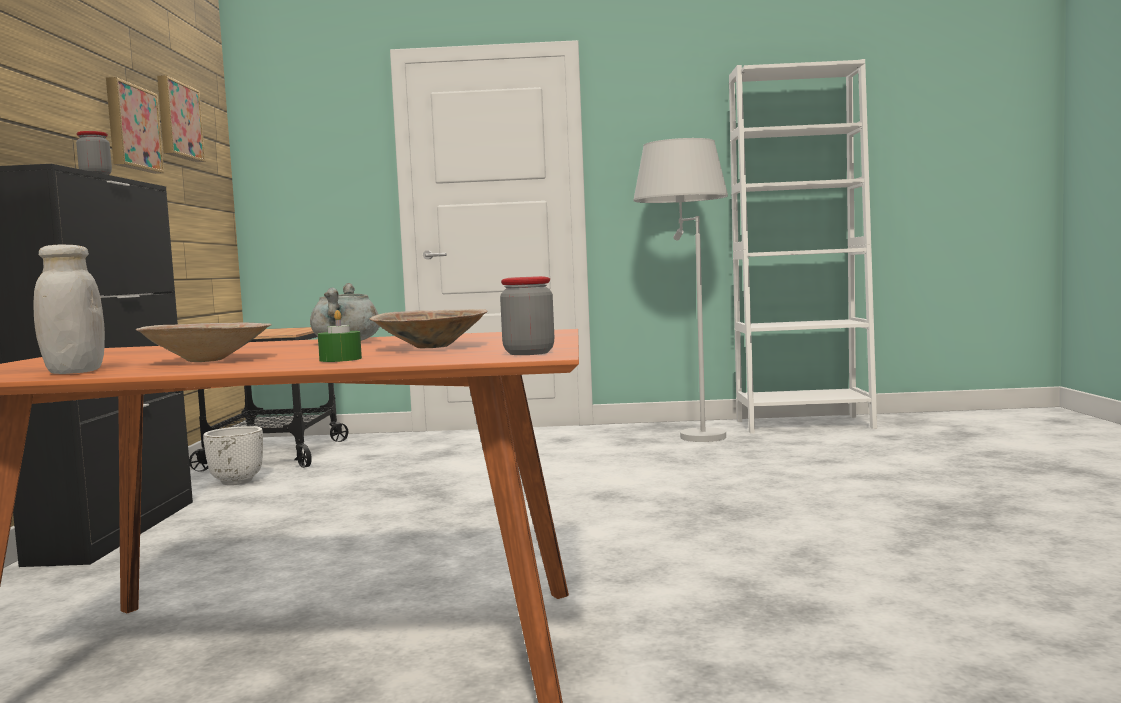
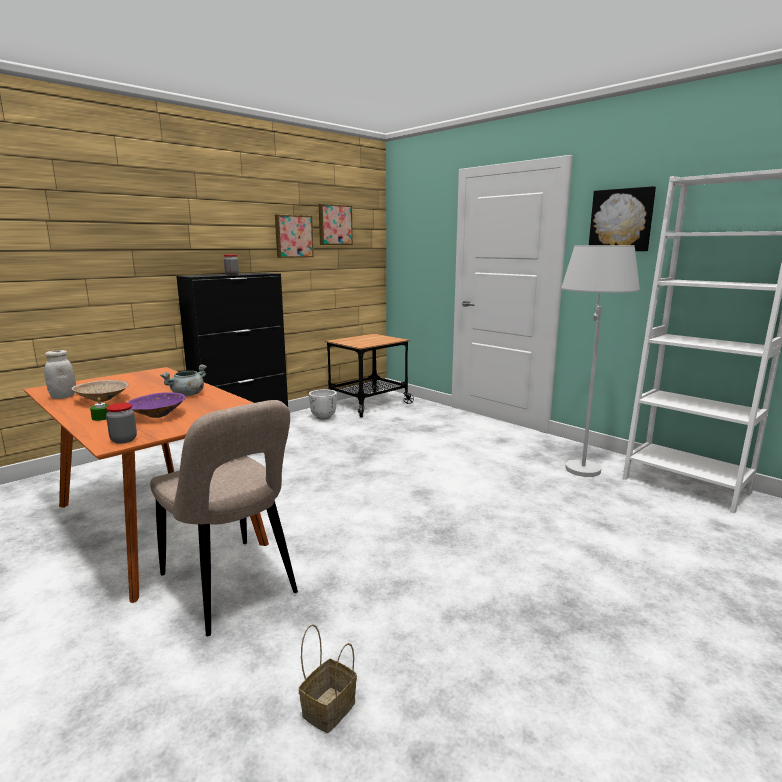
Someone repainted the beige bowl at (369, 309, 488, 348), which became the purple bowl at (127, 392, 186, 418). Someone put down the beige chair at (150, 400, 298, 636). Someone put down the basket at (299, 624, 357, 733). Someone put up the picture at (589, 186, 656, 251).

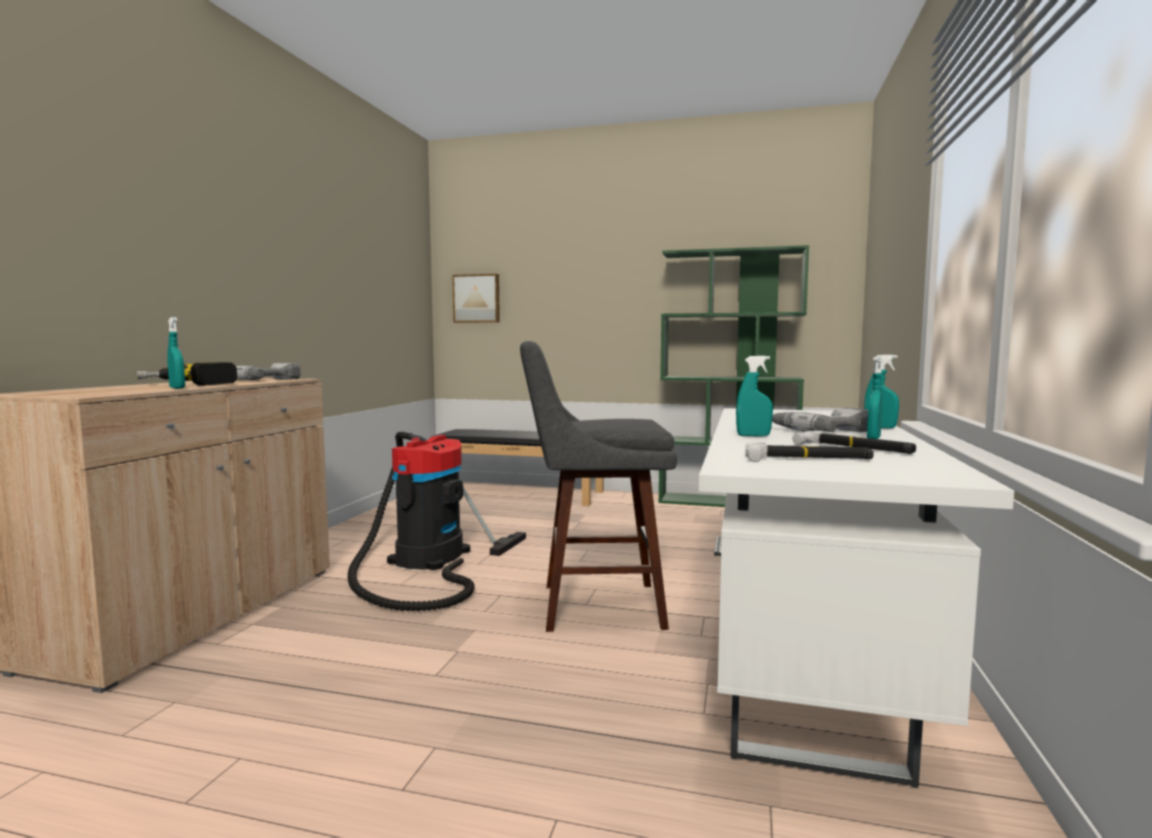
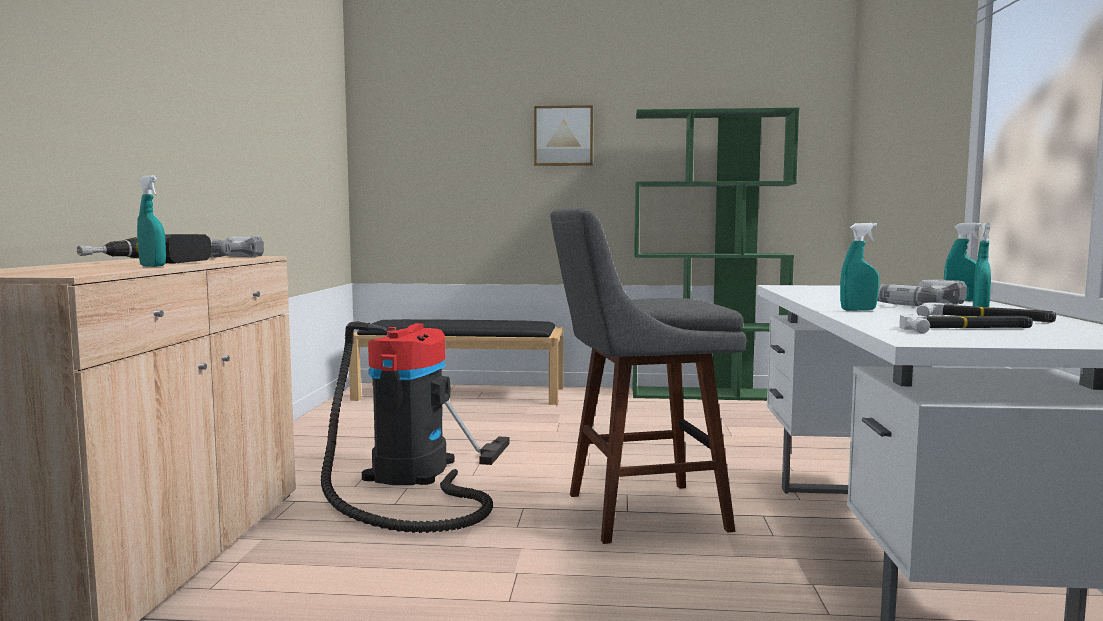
Someone carried the picture from (452, 274, 500, 323) to (534, 105, 593, 166).

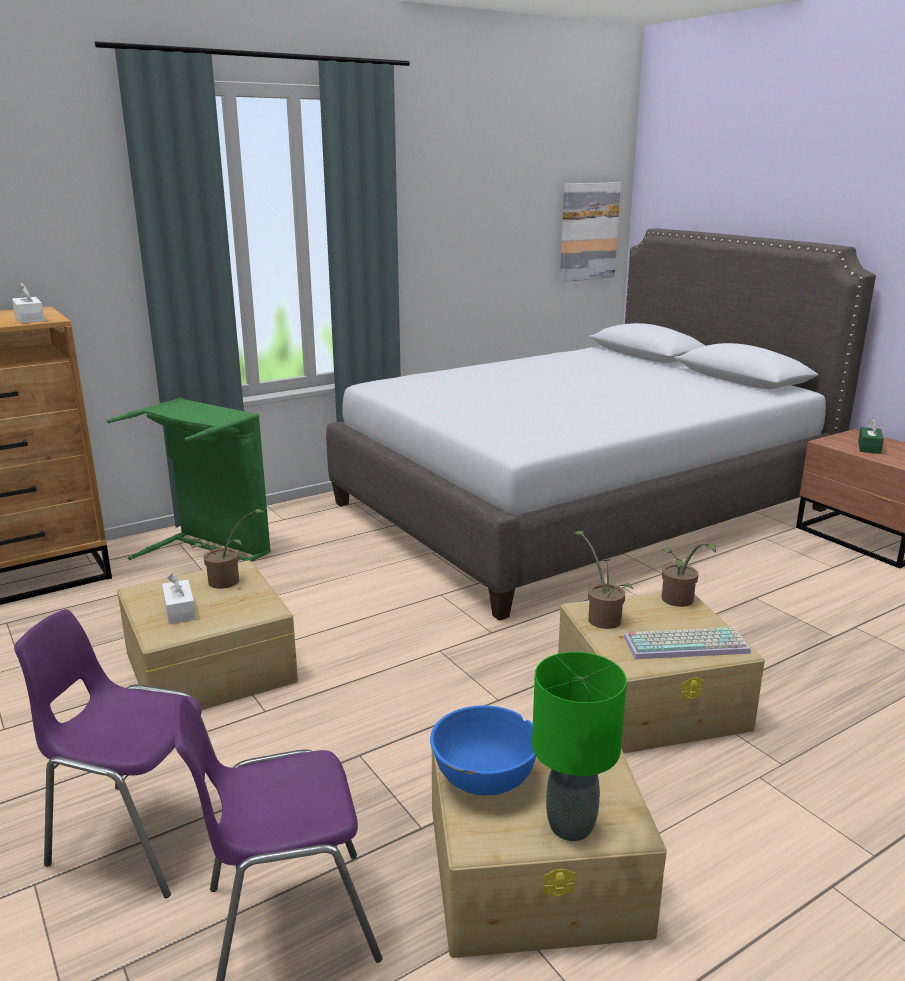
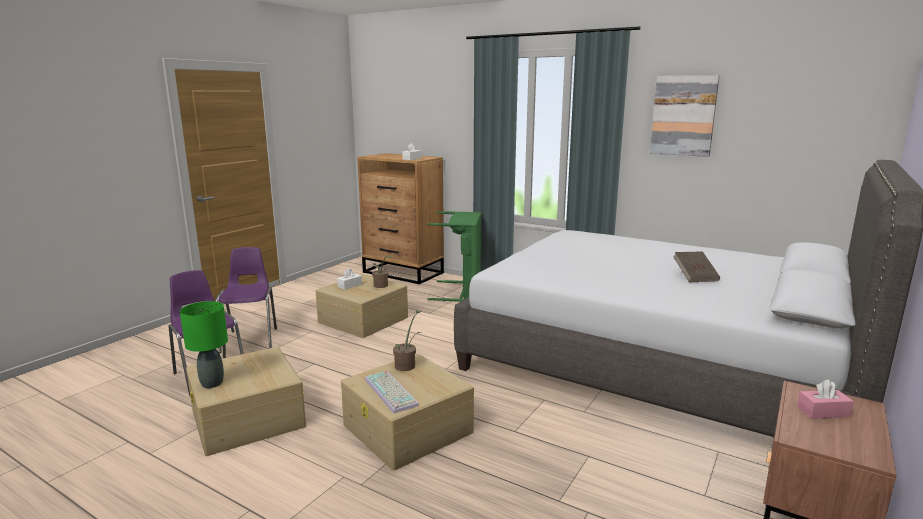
Someone took away the blue bowl at (430, 705, 536, 795). Someone carried the picture from (560, 182, 621, 282) to (650, 75, 720, 157). Someone took away the potted plant at (662, 544, 716, 607). Someone repainted the green tissue box at (858, 418, 884, 454), which became the pink tissue box at (797, 379, 854, 419). Someone put down the brown book at (673, 251, 720, 282).

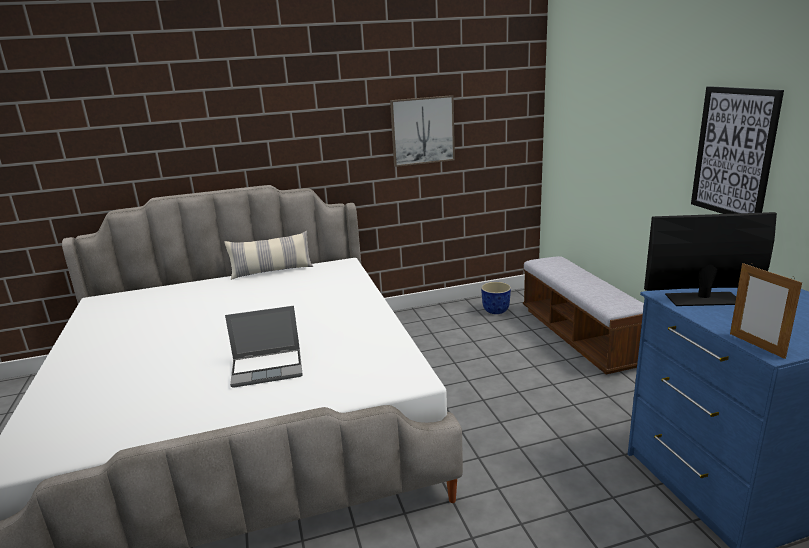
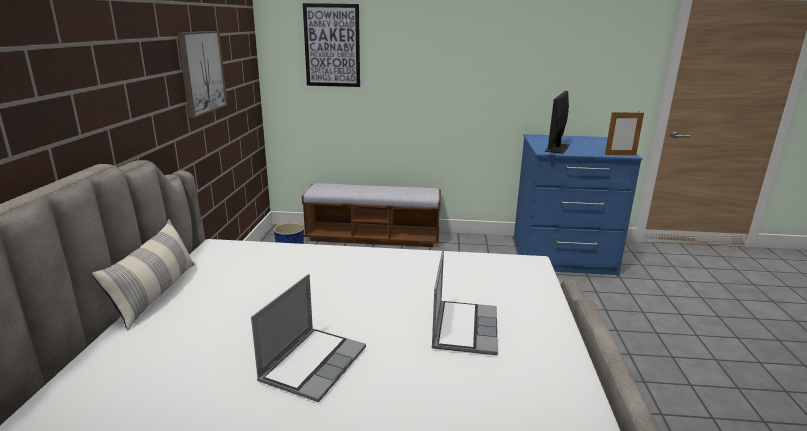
Someone carried the picture from (691, 86, 784, 214) to (303, 3, 360, 87). Someone put down the laptop at (251, 274, 366, 402).

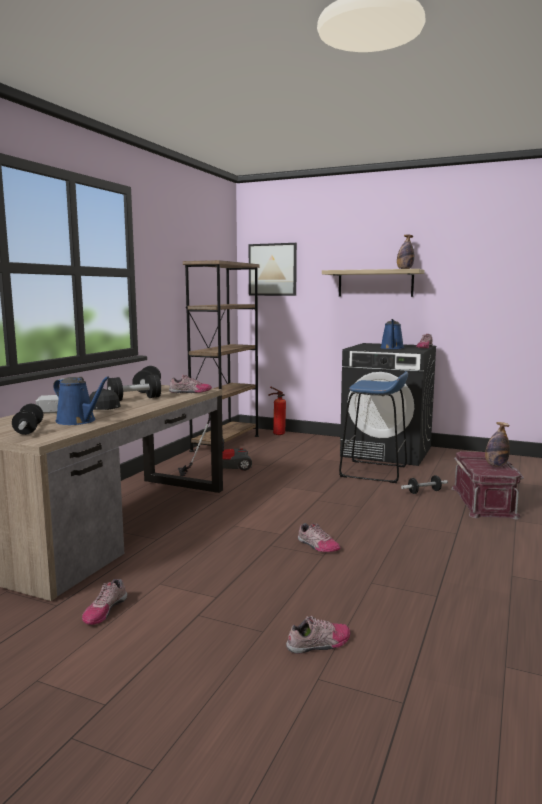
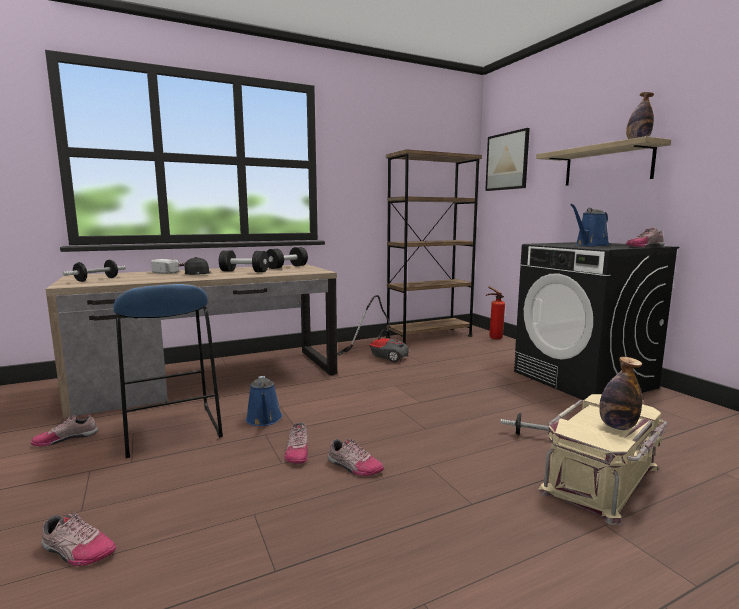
Someone carried the blue watering can from (53, 376, 109, 425) to (246, 376, 282, 426). Someone carried the shoe from (169, 375, 212, 393) to (328, 438, 384, 476). Someone carried the blue stool from (339, 371, 408, 483) to (113, 284, 223, 458). Someone repainted the red storage box at (451, 451, 524, 520), which became the beige storage box at (538, 394, 667, 525).

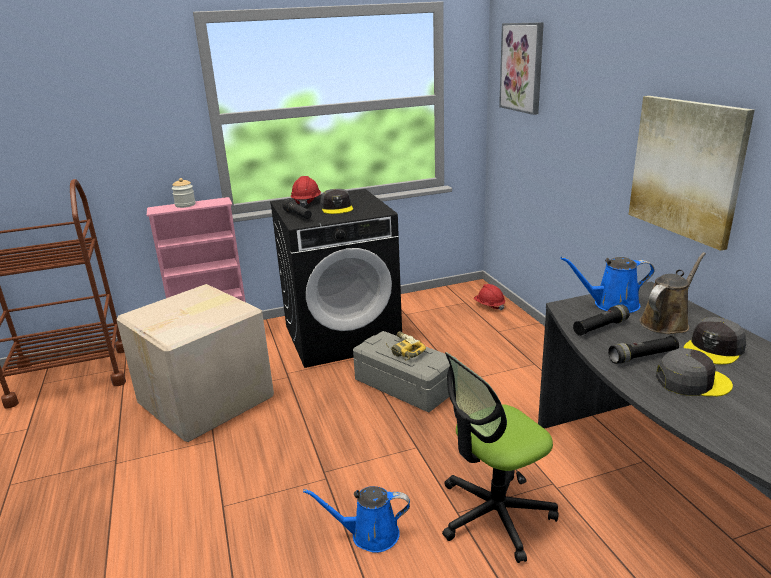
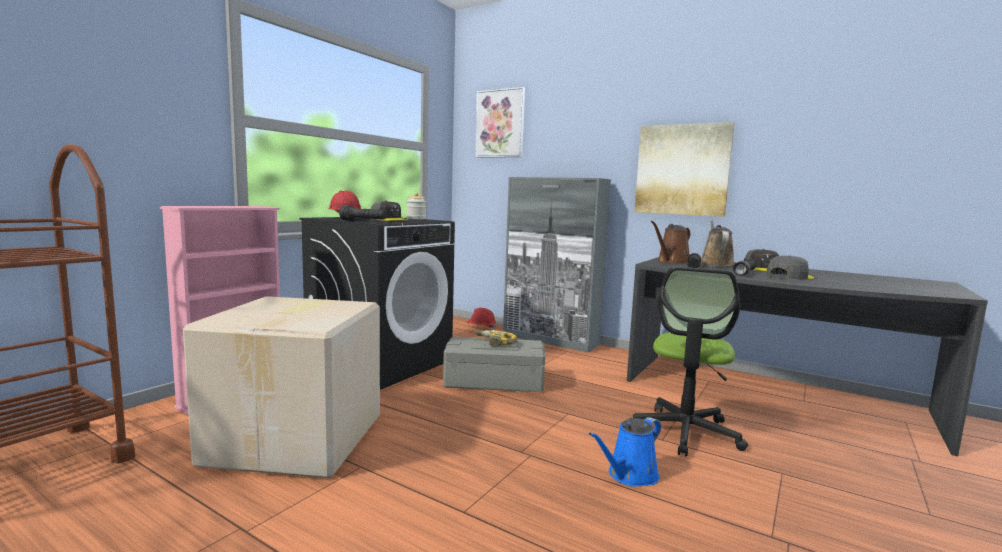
Someone carried the jar from (172, 178, 196, 208) to (407, 193, 426, 220). Someone repainted the blue watering can at (561, 257, 655, 313), which became the brown watering can at (651, 221, 690, 264). Someone put down the grey cabinet at (503, 177, 611, 353).

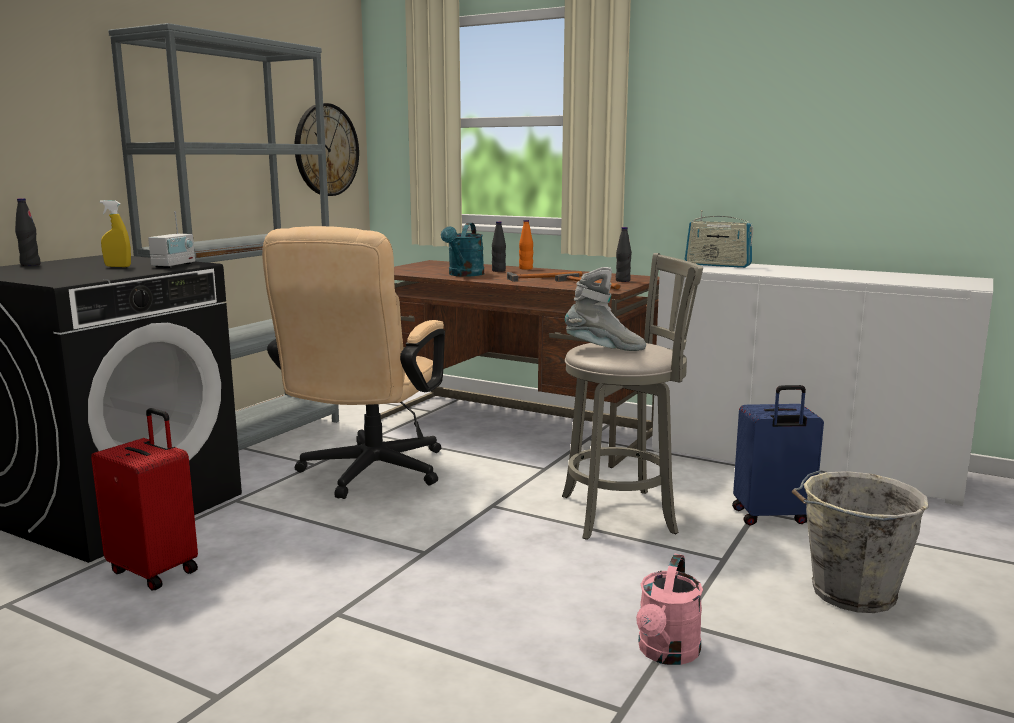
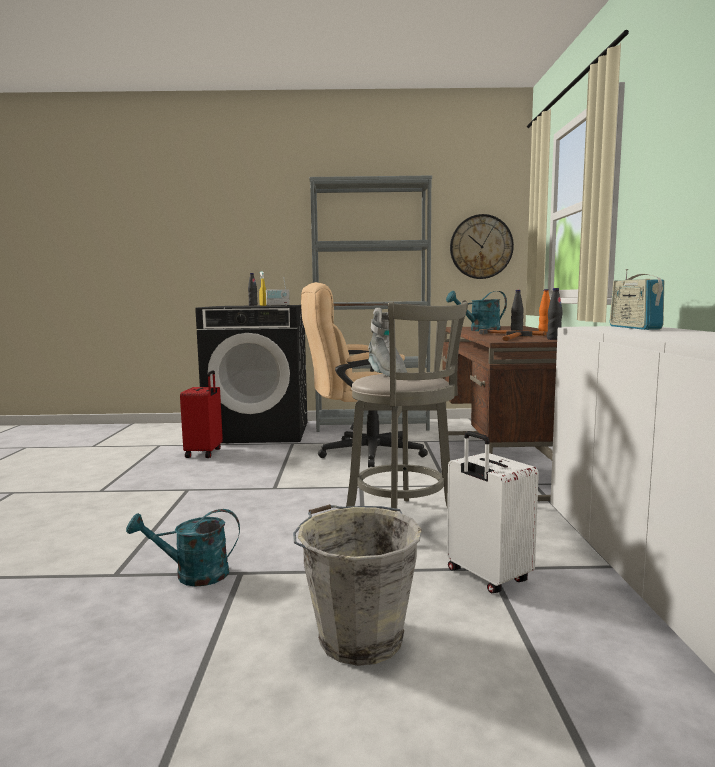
Someone repainted the pink watering can at (636, 553, 703, 665), which became the turquoise watering can at (126, 509, 240, 586). Someone repainted the blue suitcase at (732, 385, 824, 526), which became the white suitcase at (447, 431, 539, 593).

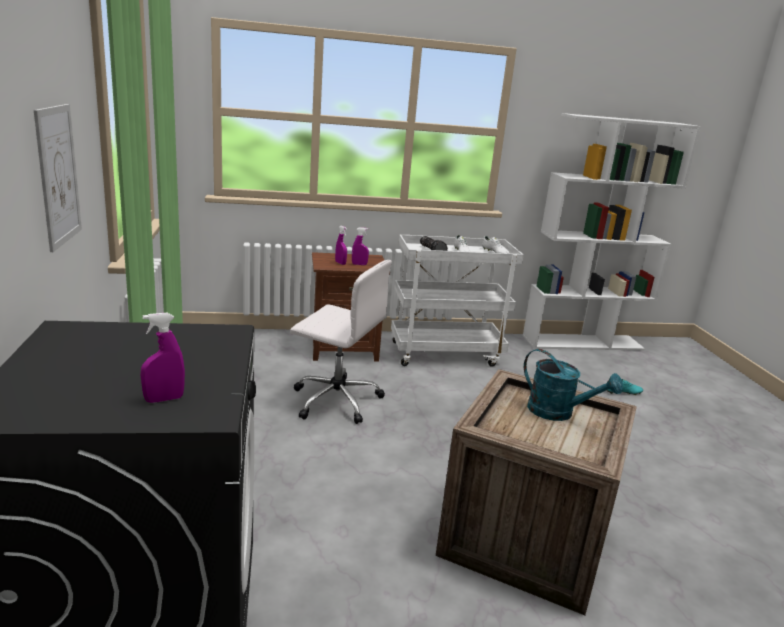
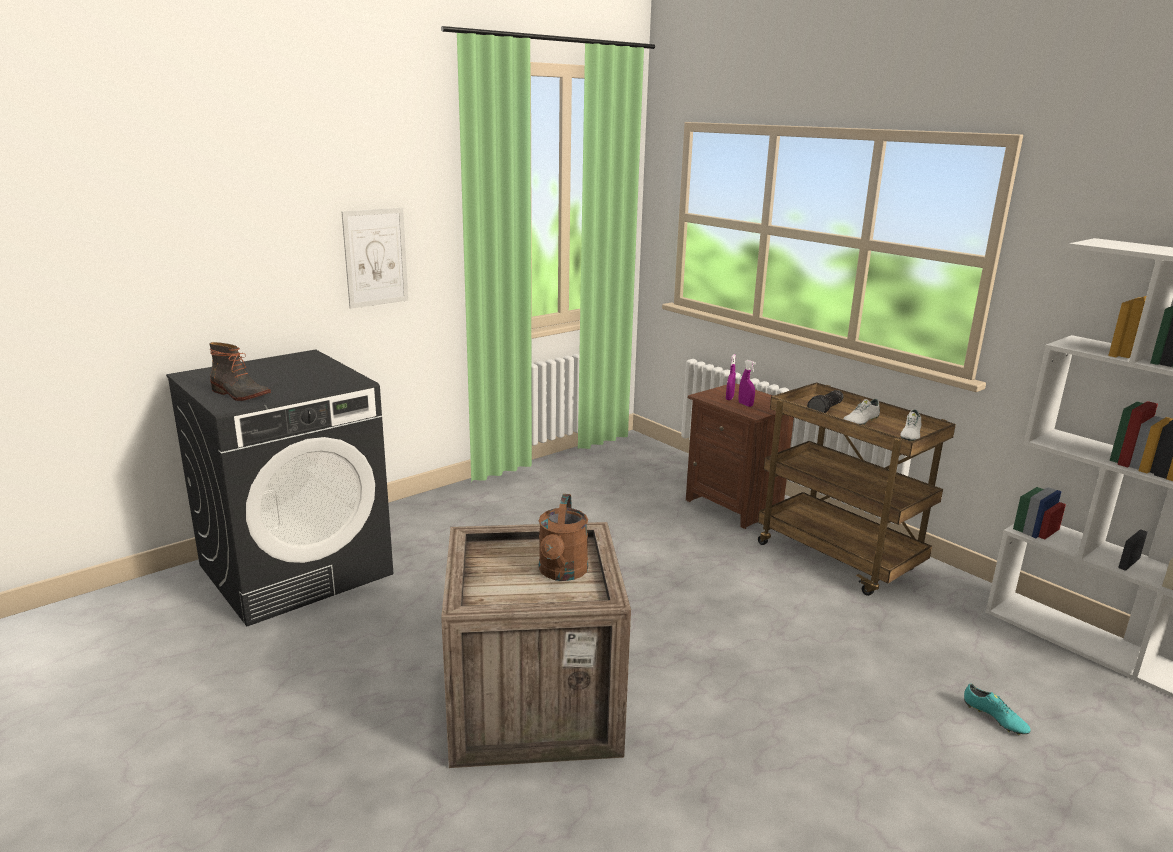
Someone swapped the purple spray bottle at (141, 313, 185, 403) for the boot at (209, 342, 271, 401). Someone took away the white office chair at (290, 260, 392, 424). Someone repainted the white cart at (391, 235, 524, 367), which became the brown cart at (758, 382, 956, 596). Someone repainted the turquoise watering can at (524, 349, 623, 421), which became the brown watering can at (539, 494, 588, 581).

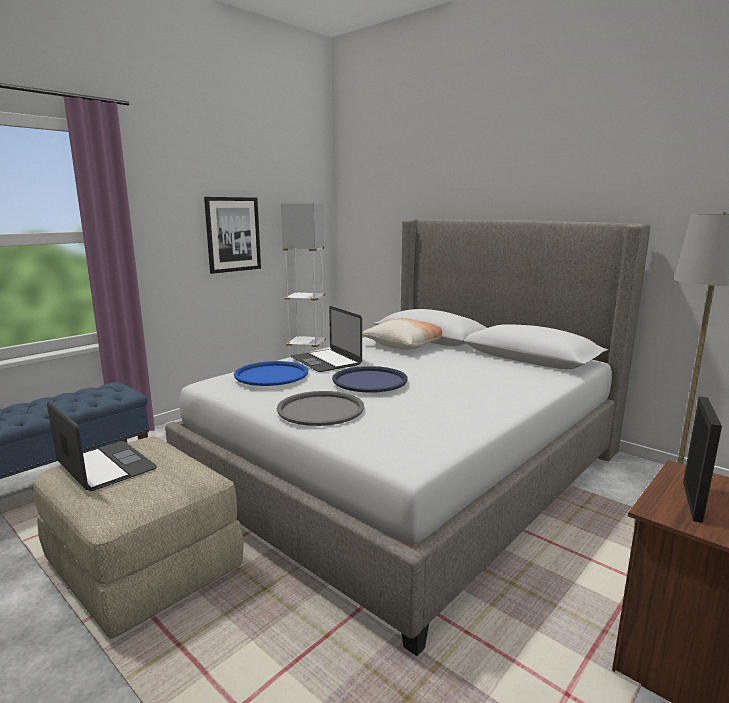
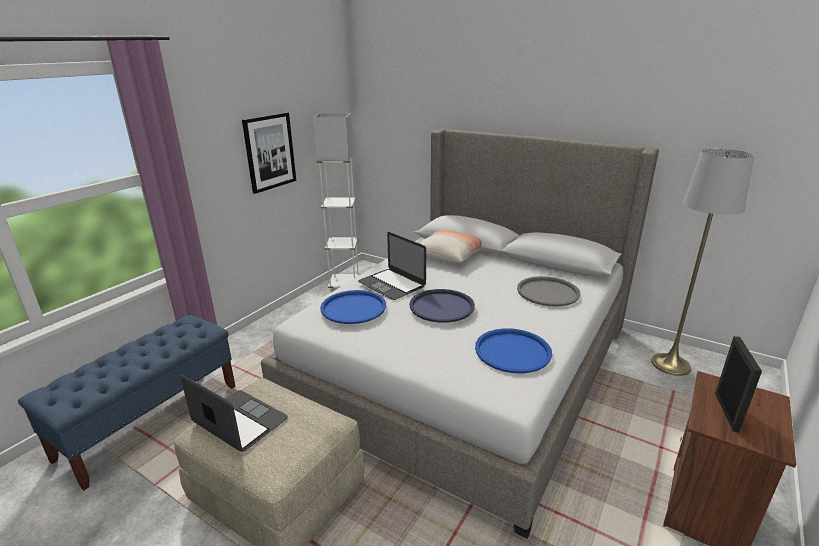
Someone carried the grey tray from (277, 391, 364, 426) to (517, 276, 581, 307). Someone put down the blue tray at (475, 328, 552, 373).

